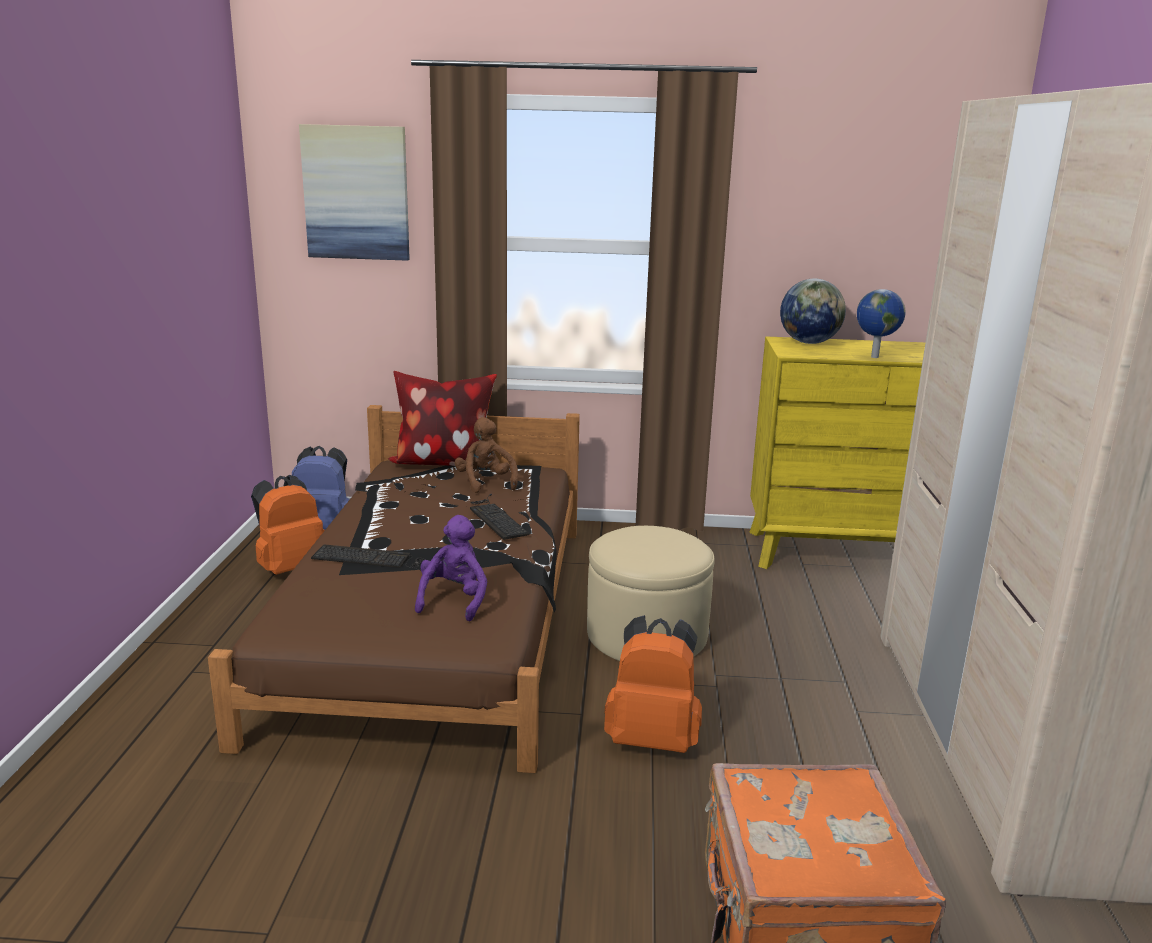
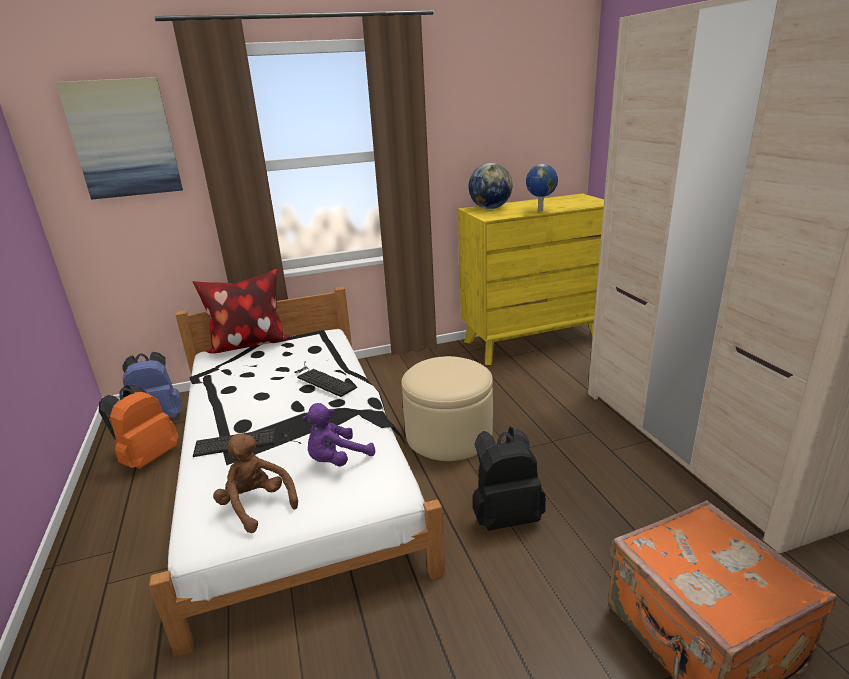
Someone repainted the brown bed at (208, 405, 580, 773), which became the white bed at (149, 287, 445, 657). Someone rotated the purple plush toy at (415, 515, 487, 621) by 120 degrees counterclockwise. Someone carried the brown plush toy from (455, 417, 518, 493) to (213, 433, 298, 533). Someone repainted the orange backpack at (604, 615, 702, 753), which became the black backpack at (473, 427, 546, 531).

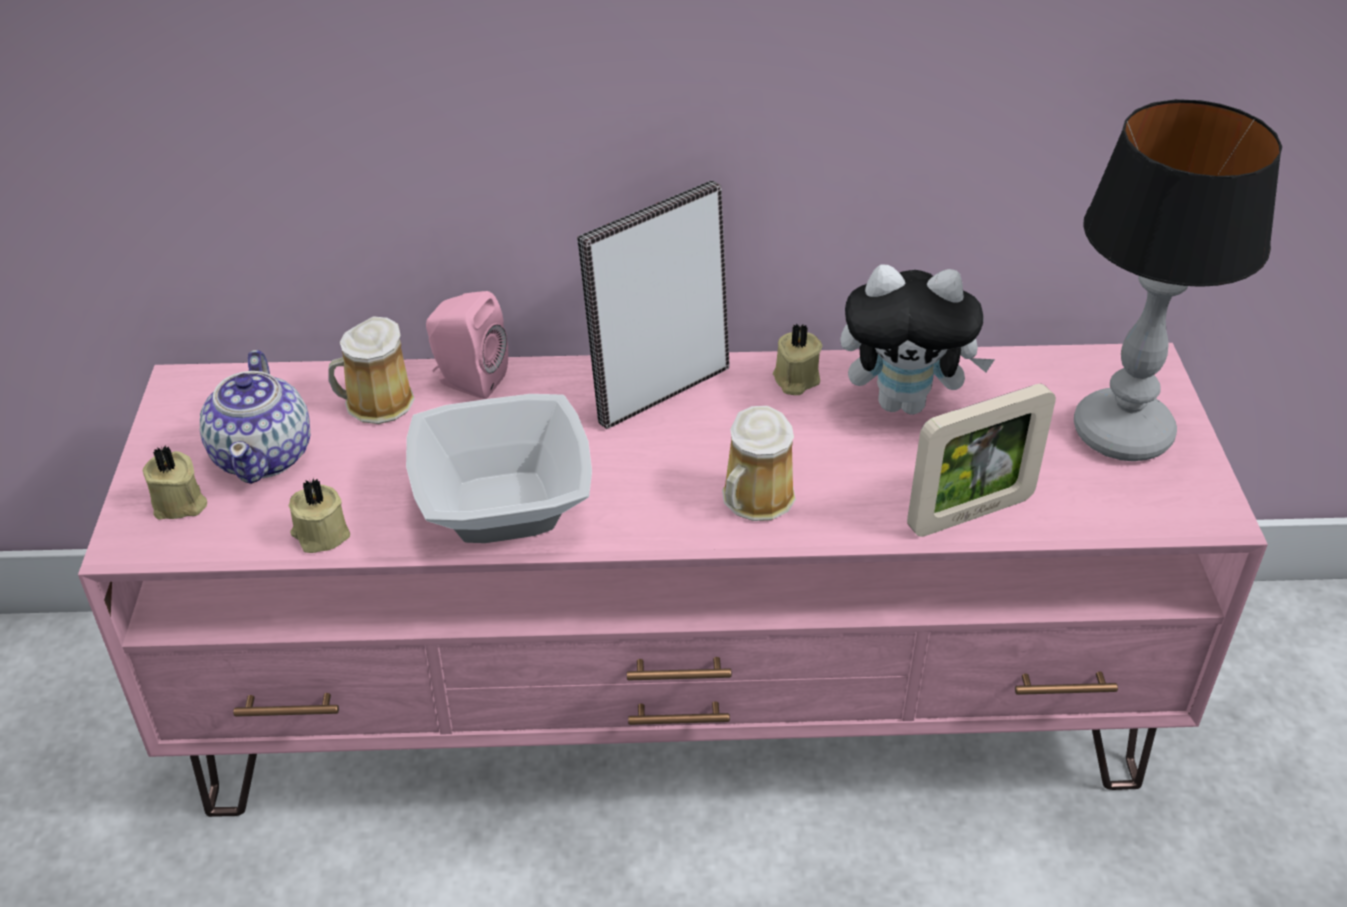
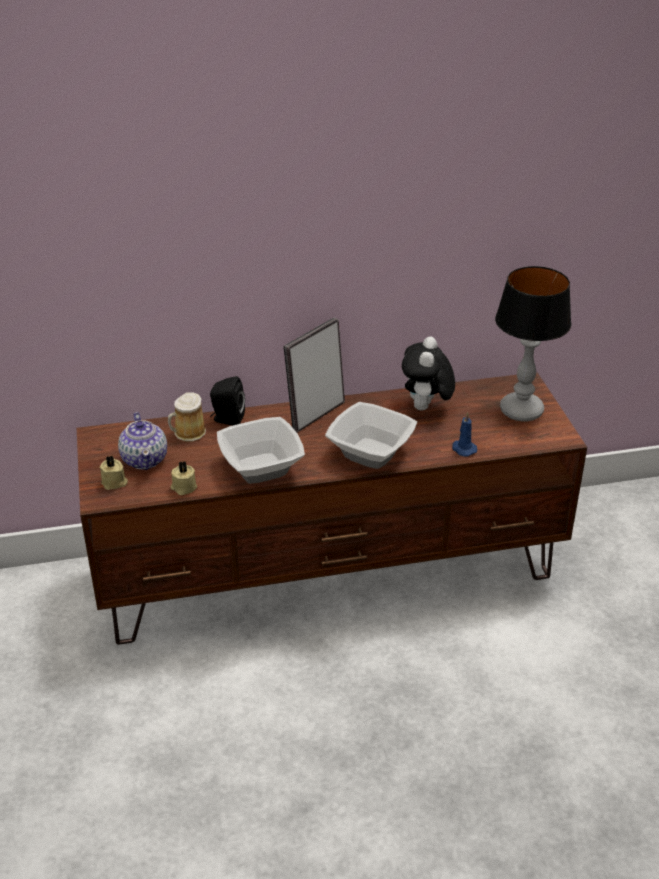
Someone repainted the pink tv stand at (78, 343, 1268, 817), which became the brown tv stand at (77, 372, 587, 645). Someone repainted the pink speaker at (426, 291, 508, 399), which became the black speaker at (210, 376, 245, 425). Someone swapped the mug at (722, 406, 796, 521) for the bowl at (325, 402, 417, 469). Someone took away the beige candle at (773, 324, 822, 395). Someone rotated the plush toy at (840, 265, 995, 415) by 105 degrees clockwise. Someone swapped the picture frame at (907, 384, 1056, 537) for the blue candle at (452, 412, 477, 456).

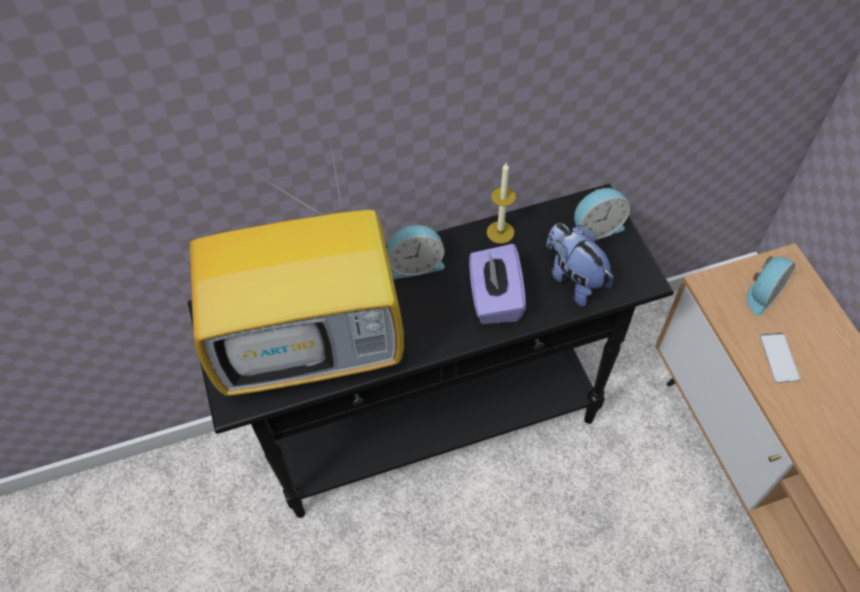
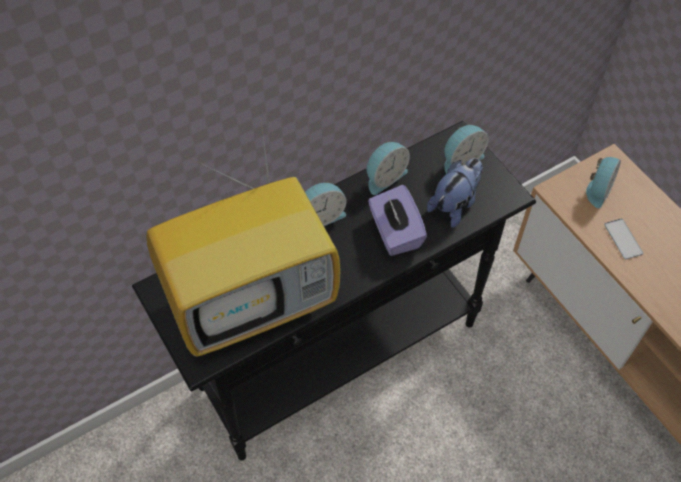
Someone swapped the candle at (487, 162, 516, 244) for the alarm clock at (366, 141, 410, 195). Someone rotated the plush toy at (546, 223, 614, 307) by 90 degrees clockwise.

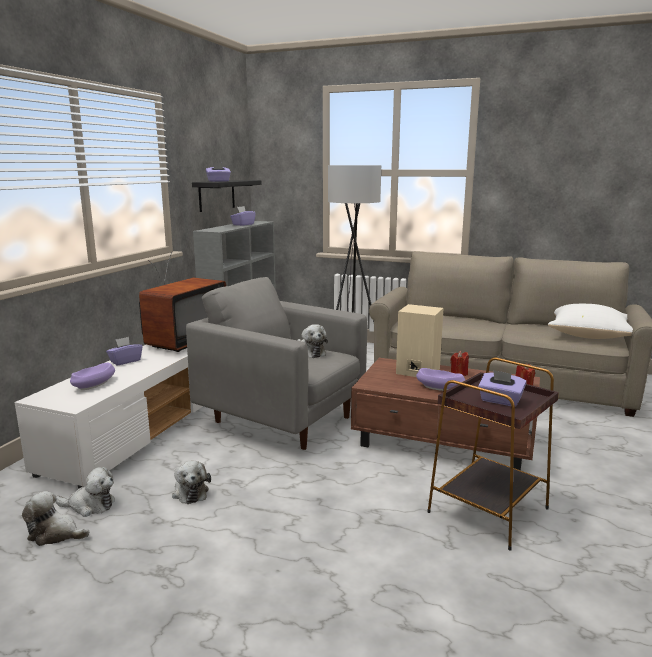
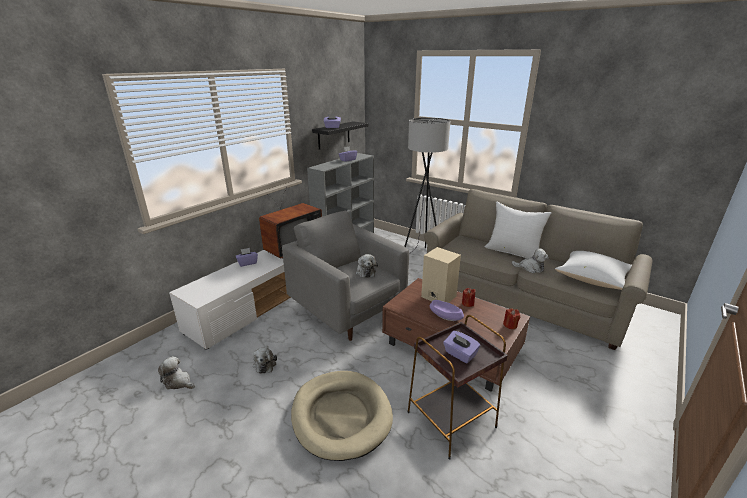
Someone carried the plush toy from (56, 467, 115, 517) to (511, 249, 549, 273). Someone took away the purple bowl at (70, 363, 115, 390). Someone put down the beige dog bed at (291, 371, 393, 461). Someone put down the white pillow at (485, 202, 552, 258).

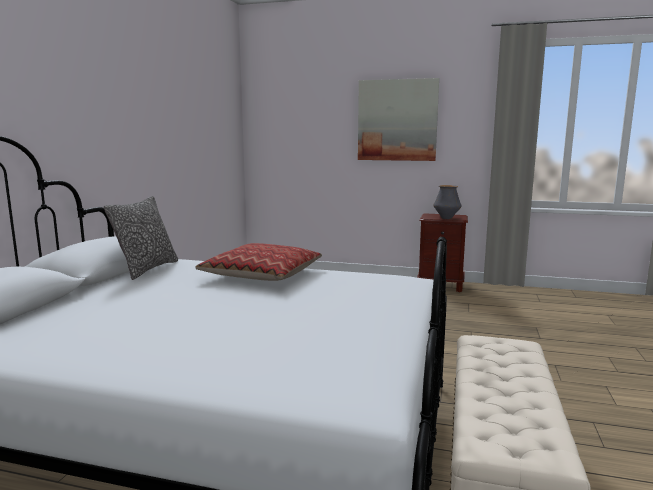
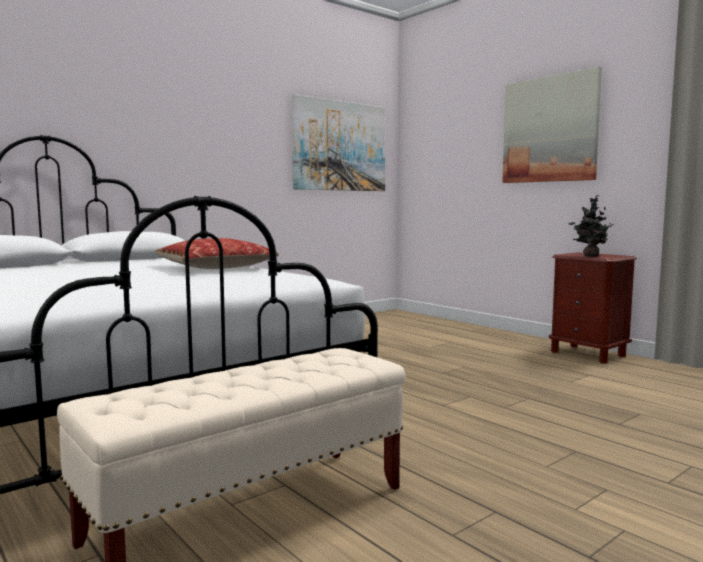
Someone took away the pillow at (104, 196, 178, 280). Someone swapped the vase at (433, 185, 462, 219) for the potted plant at (569, 195, 616, 257). Someone put up the picture at (292, 94, 386, 191).

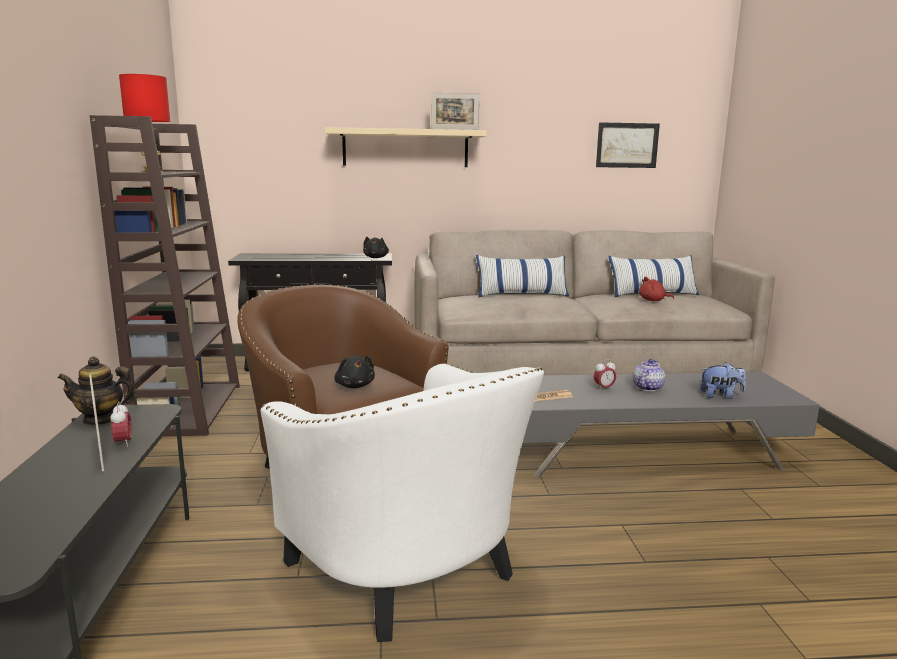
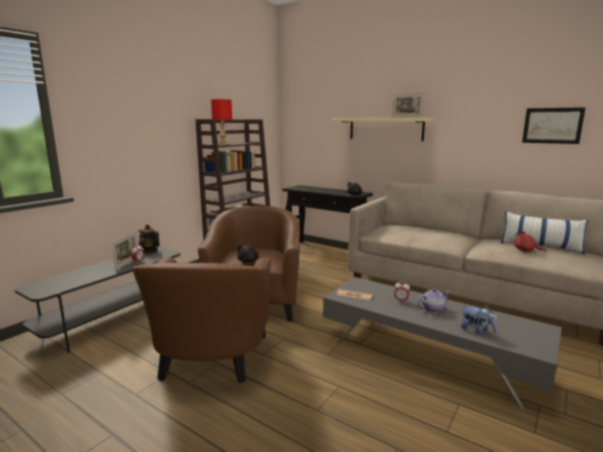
Someone repainted the white armchair at (260, 363, 544, 642), which became the brown armchair at (132, 257, 271, 383). Someone took away the pillow at (476, 255, 569, 297).

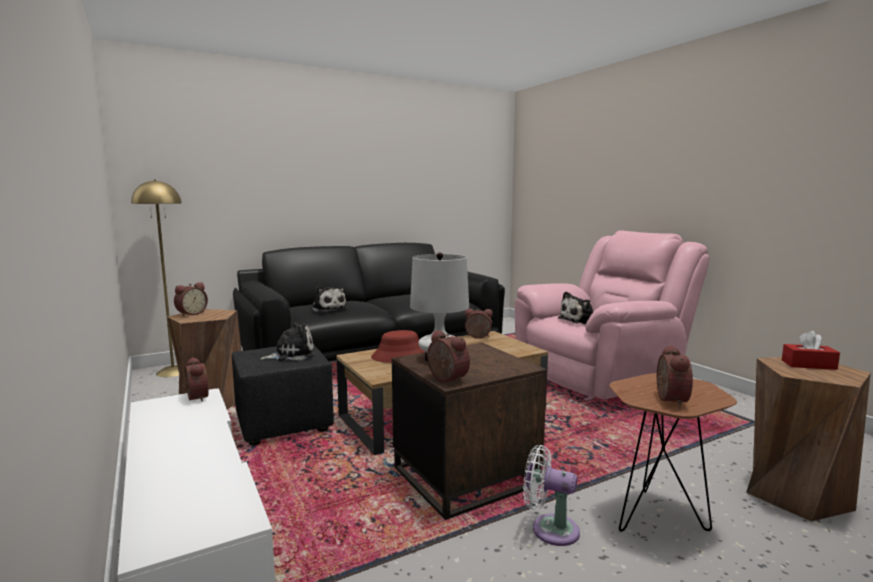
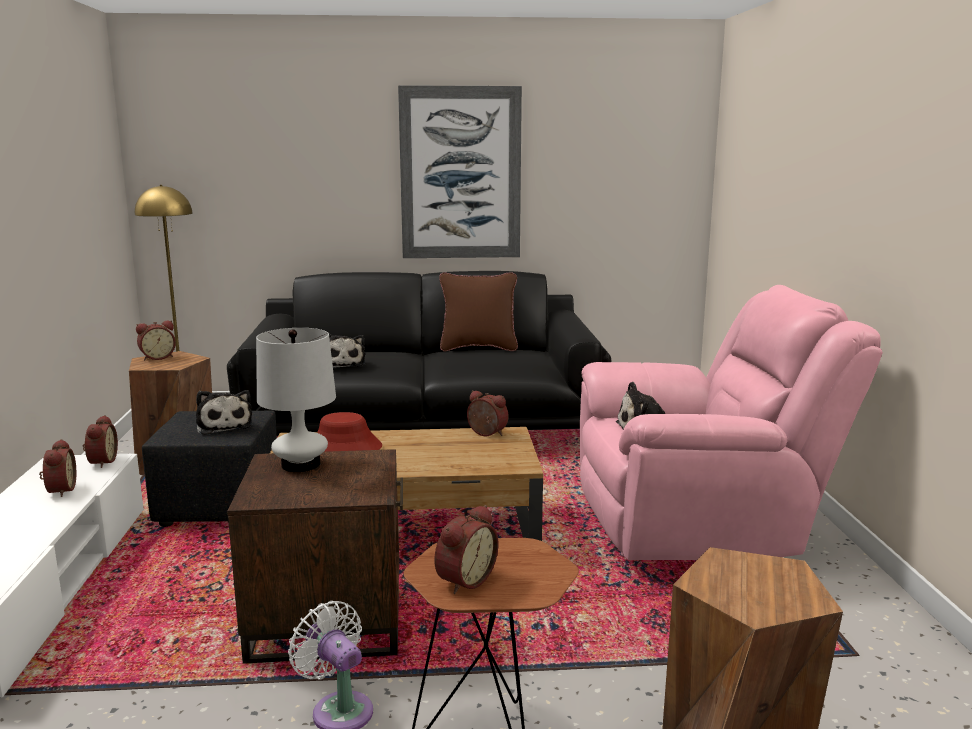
Someone rotated the plush toy at (260, 322, 314, 361) by 60 degrees clockwise. Someone carried the alarm clock from (427, 330, 470, 383) to (39, 439, 76, 497). Someone took away the red tissue box at (782, 331, 840, 370). Someone put up the picture at (398, 85, 522, 258). Someone put down the brown pillow at (439, 272, 518, 351).

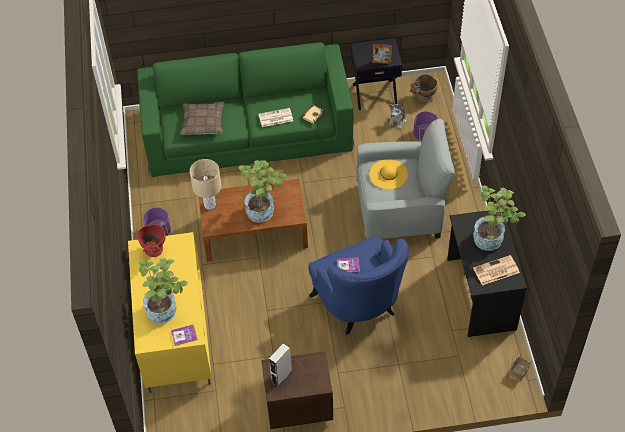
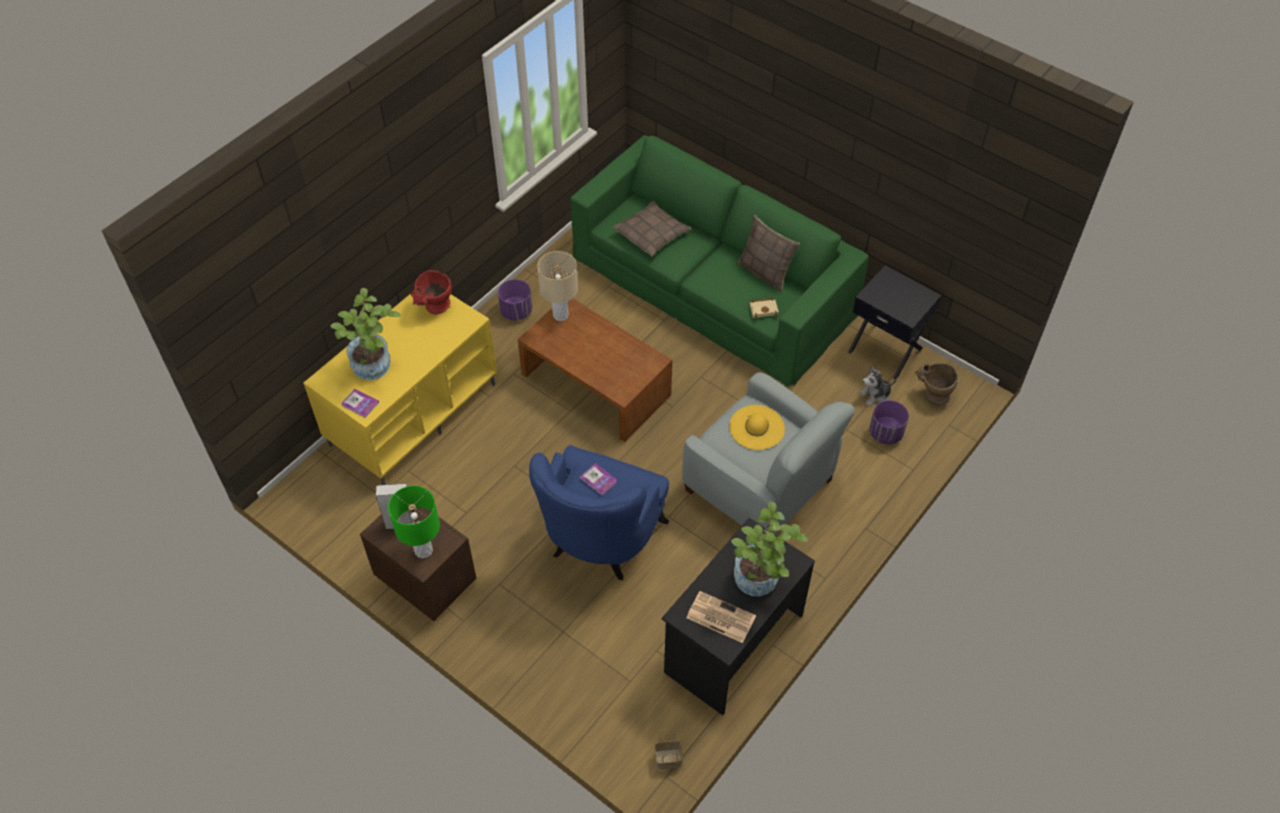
Someone took away the potted plant at (238, 160, 287, 223). Someone took away the newspaper at (259, 108, 293, 127). Someone took away the picture frame at (372, 44, 392, 64). Someone put down the green table lamp at (388, 486, 440, 558). Someone put down the pillow at (737, 215, 800, 292).

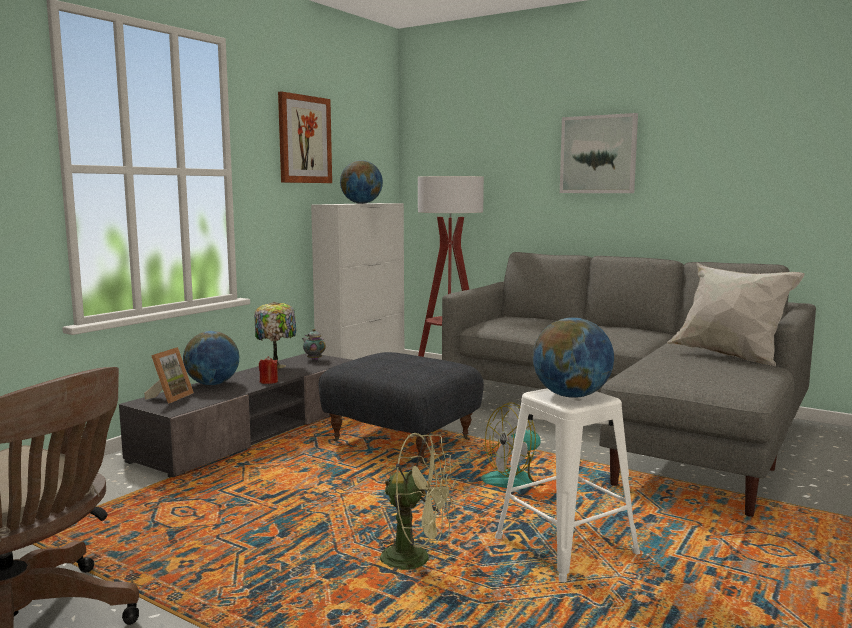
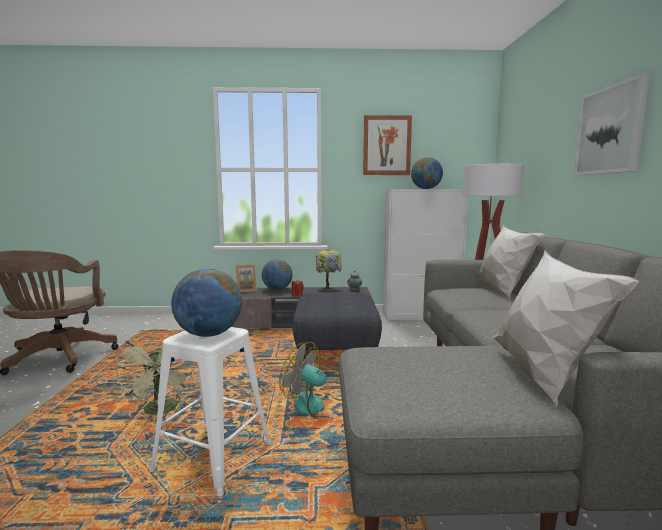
Someone put down the white pillow at (478, 225, 545, 299).

